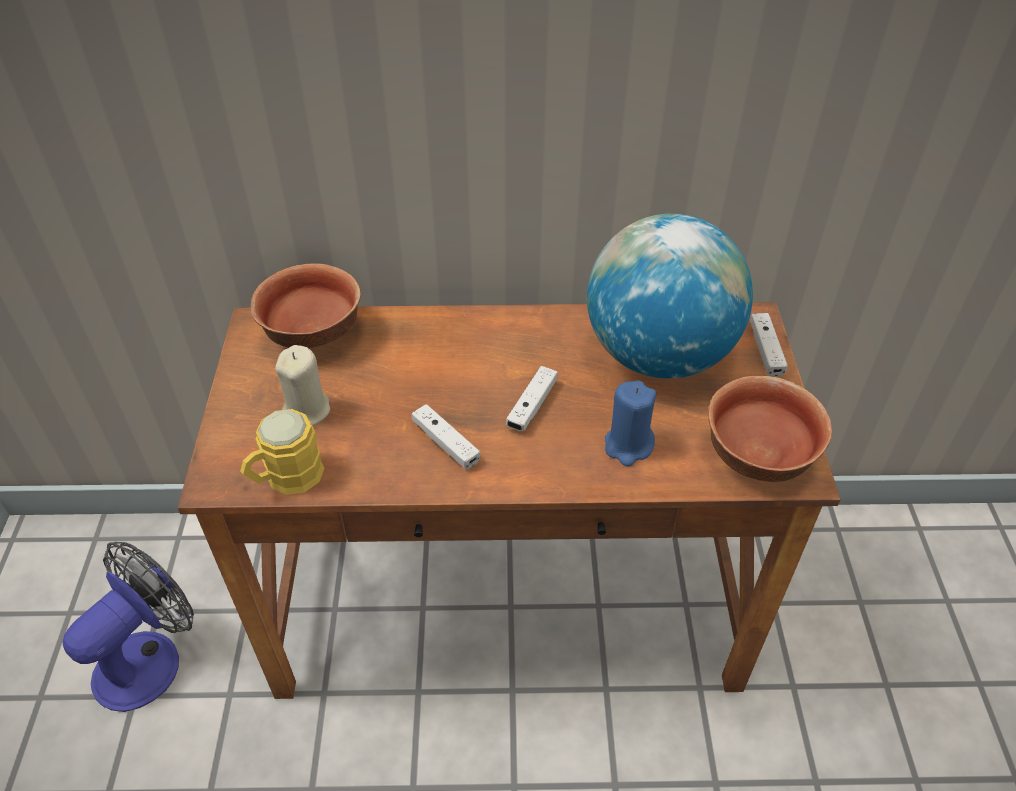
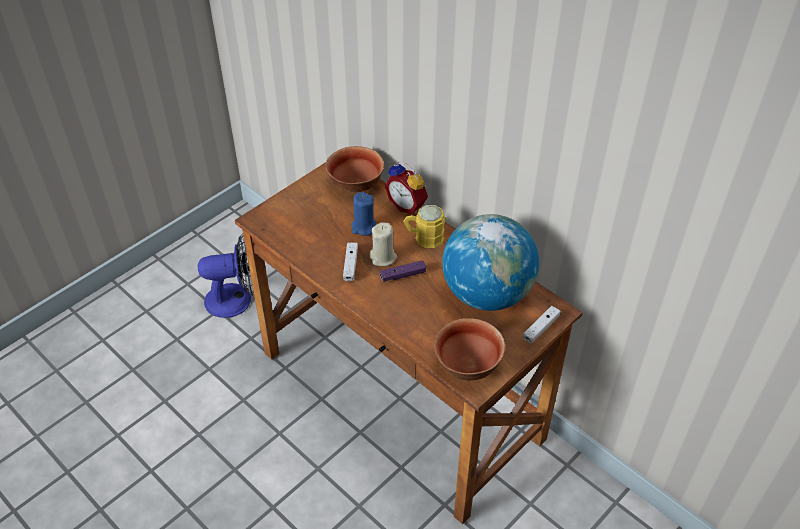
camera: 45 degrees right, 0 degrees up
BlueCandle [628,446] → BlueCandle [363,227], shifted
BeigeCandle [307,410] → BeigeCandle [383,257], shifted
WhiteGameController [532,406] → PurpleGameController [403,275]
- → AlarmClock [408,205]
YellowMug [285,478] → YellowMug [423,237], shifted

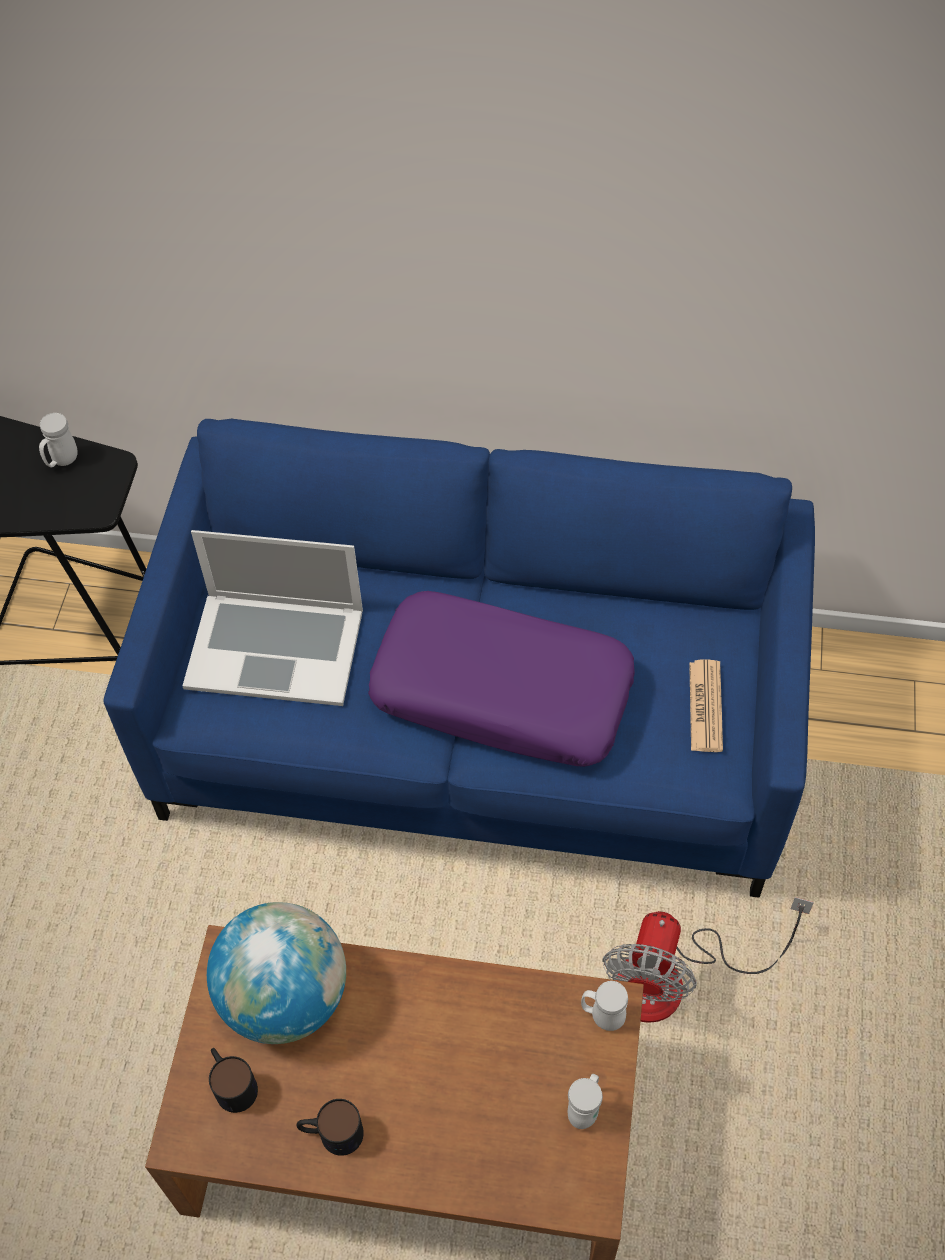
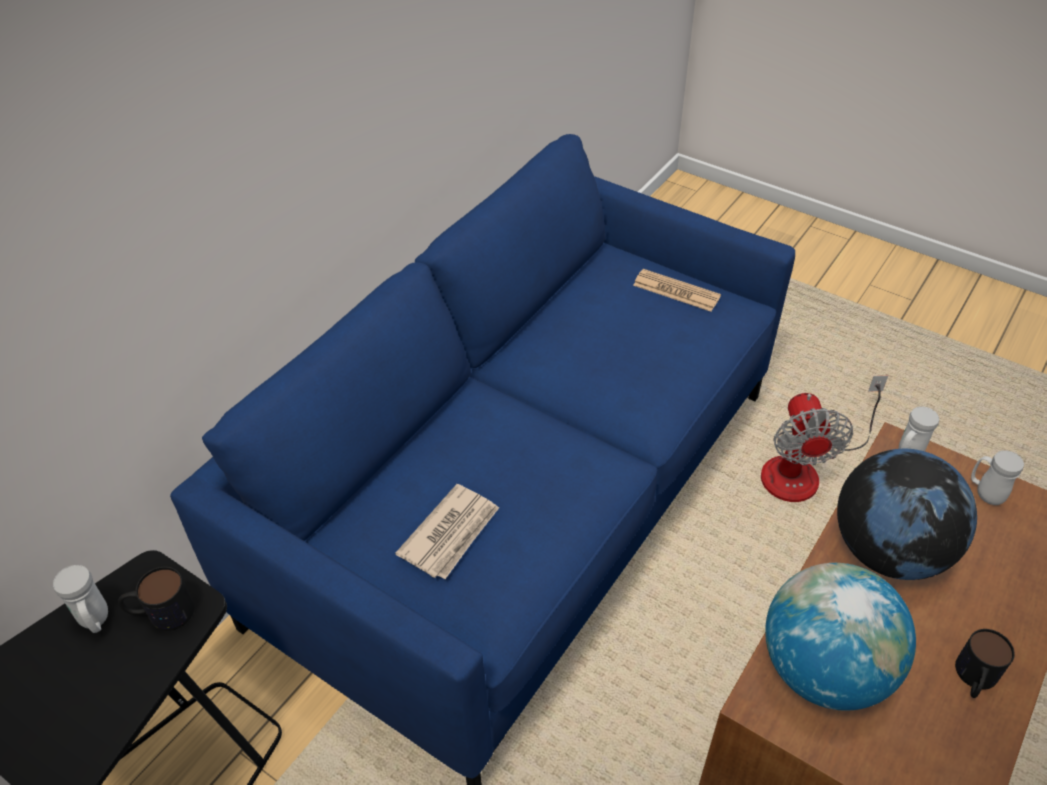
camera: 65 degrees left, 10 degrees down
Mug [231,1083] → Mug [161,613], shifted
Laptop [275,647] → Newspaper [451,534]
Fan [673,979] → Fan [804,469], 45 degrees clockwise
- → Globe [888,551]
PurplePillow [503,692] → -

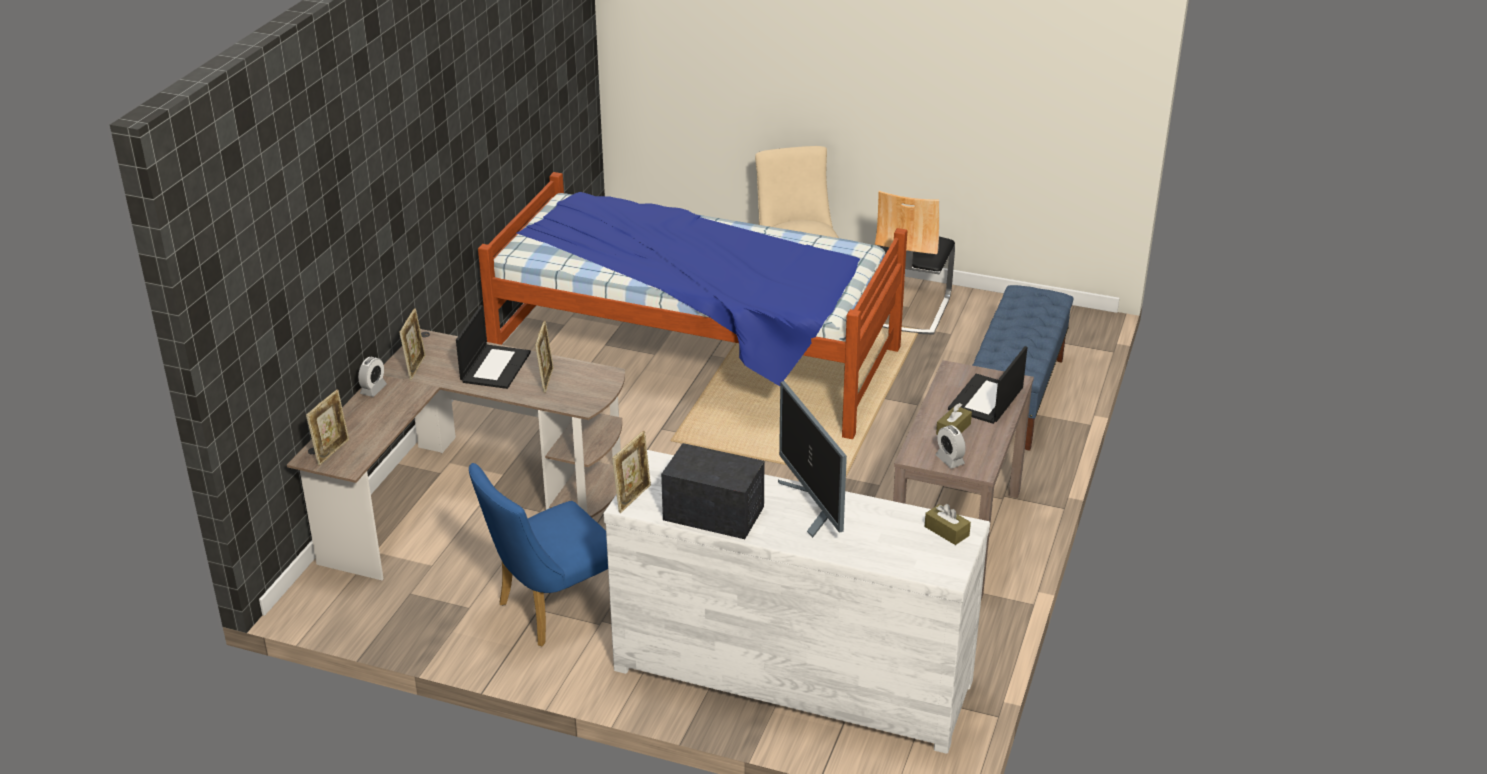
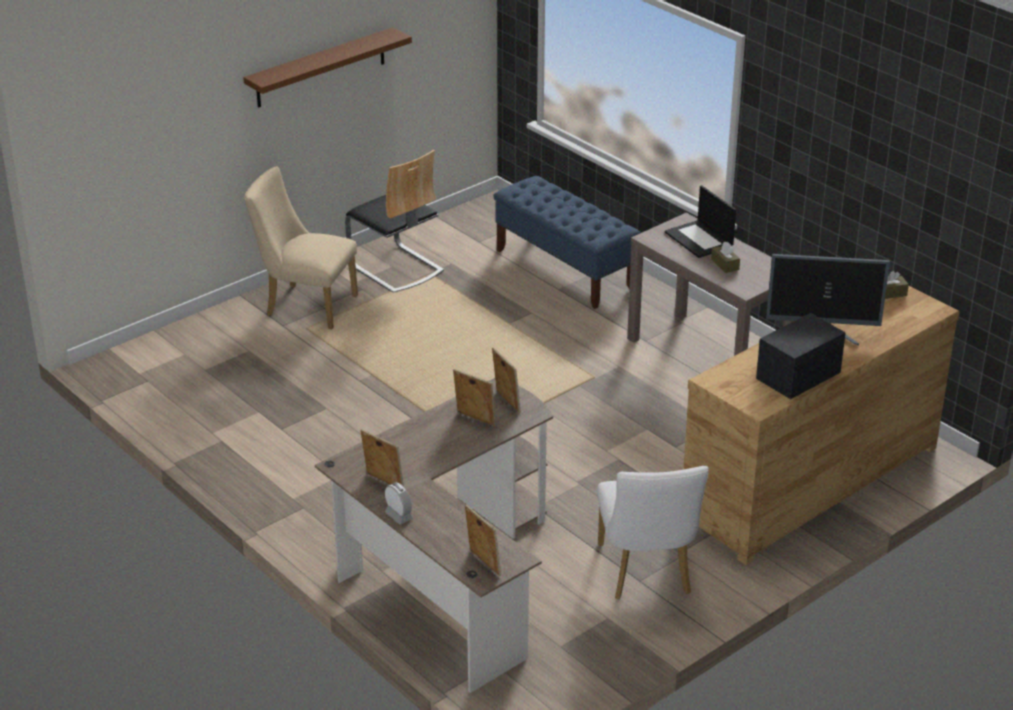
camera: 60 degrees left, 0 degrees up
- → BrownShelf [321,68]
PictureFrame [633,497] → PictureFrame [506,402], shifted
BlueChair [551,610] → WhiteChair [646,574]
WhiteDresser [792,673] → BrownDresser [809,482]
Laptop [495,366] → -
Bed [696,358] → -
AlarmClock [950,460] → -

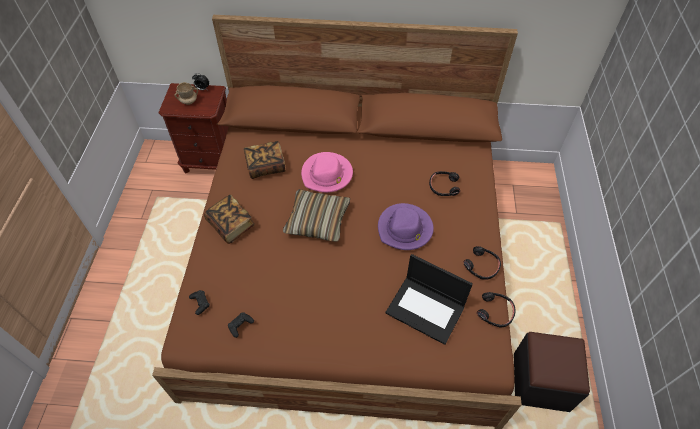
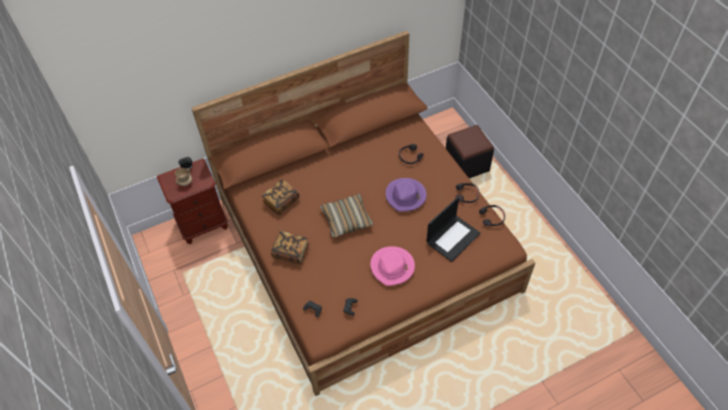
camera: 30 degrees left, 0 degrees up
PinkHat [327,175] → PinkHat [392,267], shifted
Laptop [426,309] → Laptop [453,237], 45 degrees counterclockwise
BlackOttoman [541,381] → BlackOttoman [466,164], shifted

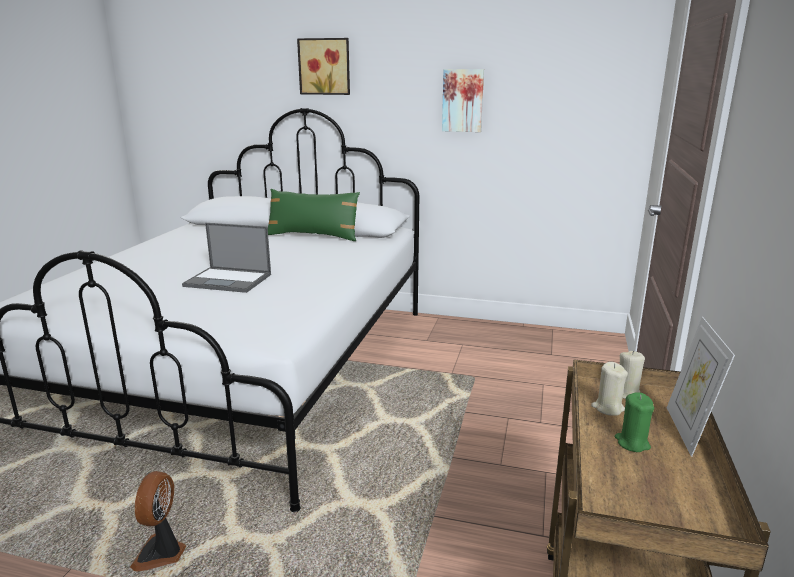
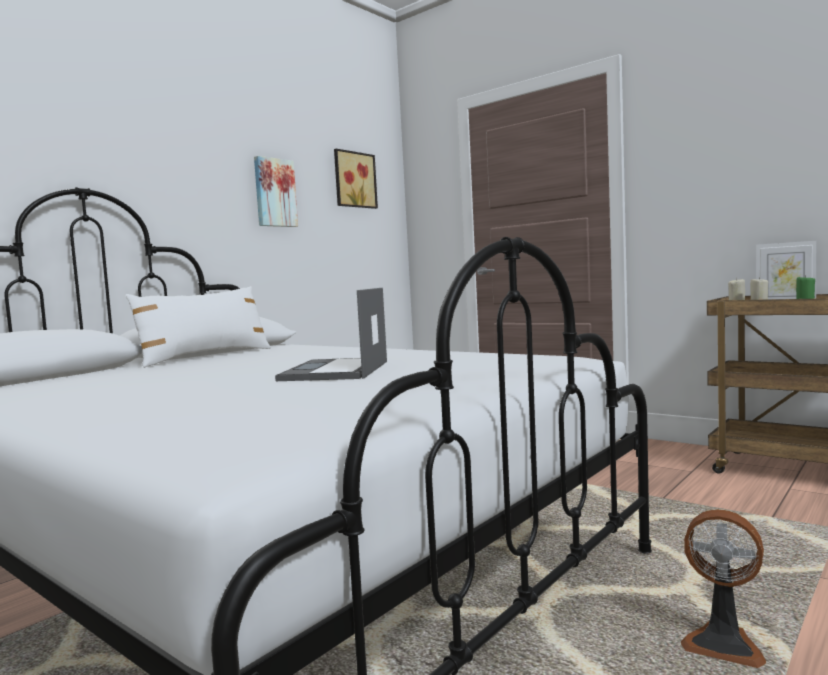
camera: 65 degrees left, 15 degrees down
GreenPillow [313,236] → WhitePillow [205,356]
Laptop [229,280] → Laptop [336,371], 150 degrees clockwise
Picture [325,66] → Picture [353,180], shifted

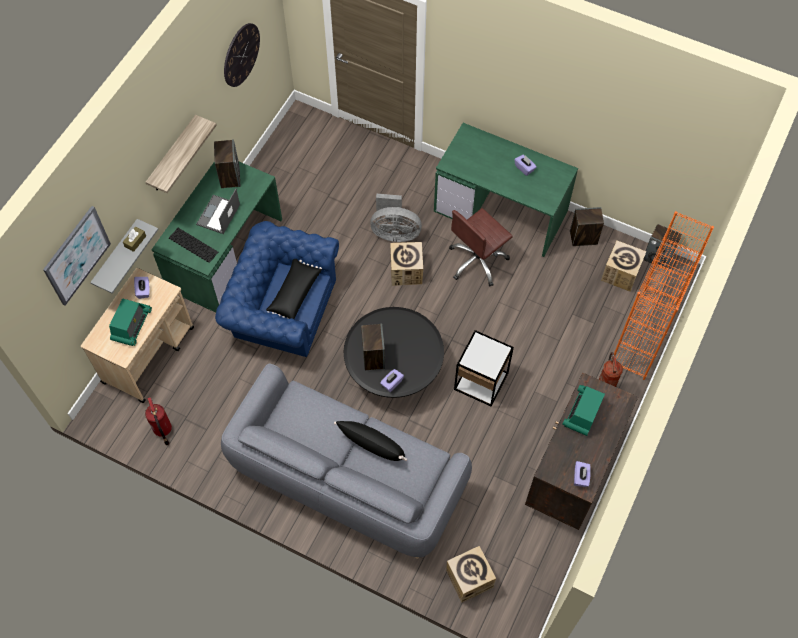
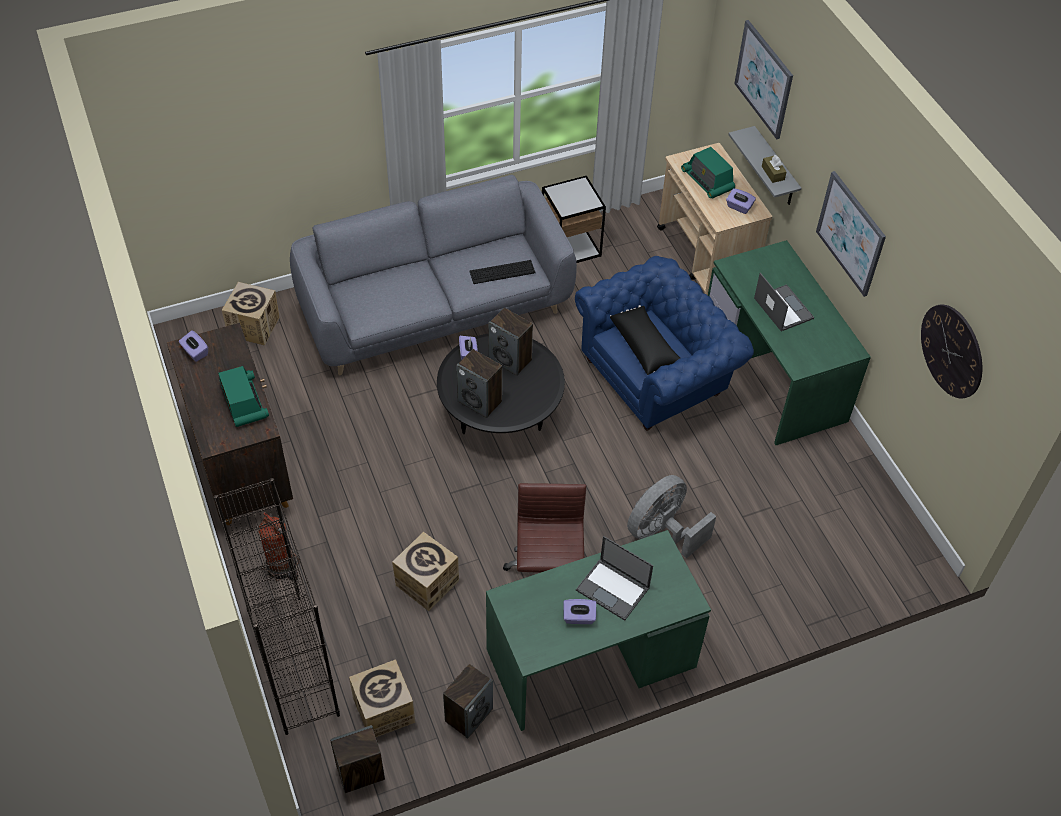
camera: 130 degrees right, 10 degrees down
OrangeBookcase [644,334] → BlackBookcase [292,663]
CardboardBox [406,271] → CardboardBox [427,583], shifted
Speaker [230,176] → Speaker [480,401], shifted
Keyboard [193,245] → Keyboard [502,272], shifted
SideTable [481,381] → SideTable [570,246], shifted
- → Laptop [613,589]
Shelf [173,155] → Picture [851,233]
FireExtinguisher [163,430] → -
BlackPillow [372,445] → -

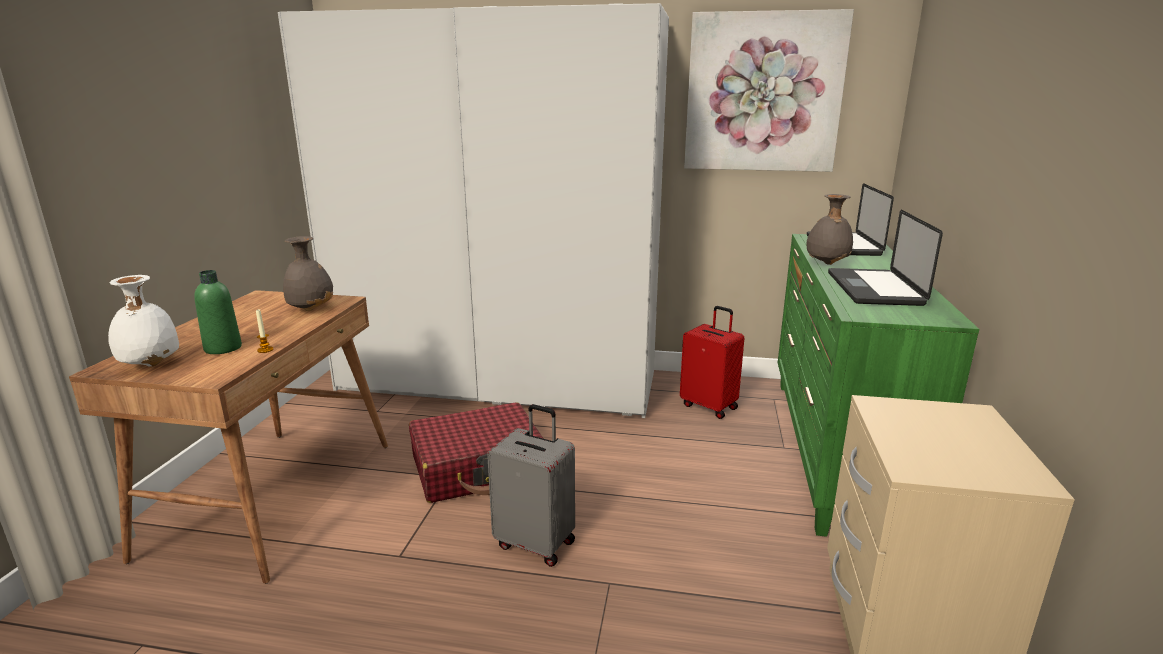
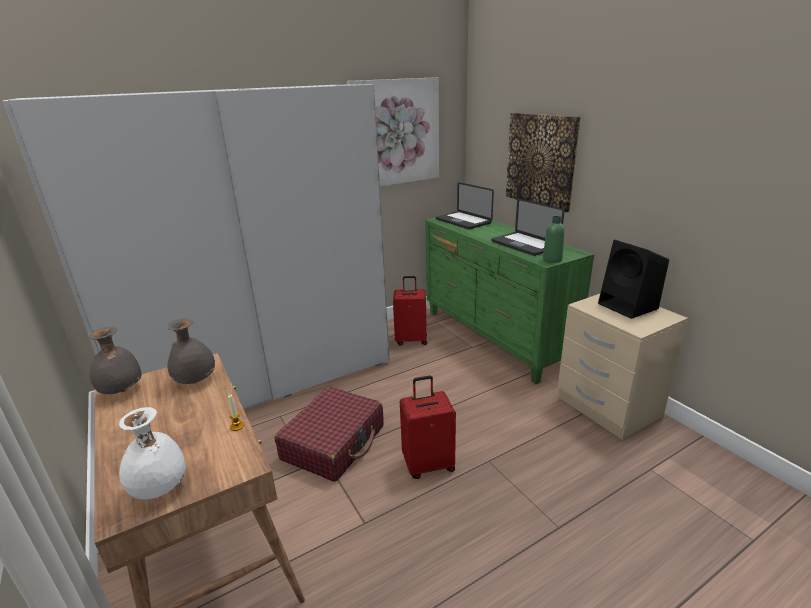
camera: 40 degrees left, 5 degrees up
GreyVase [826,264] → GreyVase [121,391], shifted
GreySuitcase [536,543] → RedSuitcase [428,464]
- → Picture [541,160]
GreenBottle [223,348] → GreenBottle [552,259], shifted
- → BlackSpeaker [629,306]

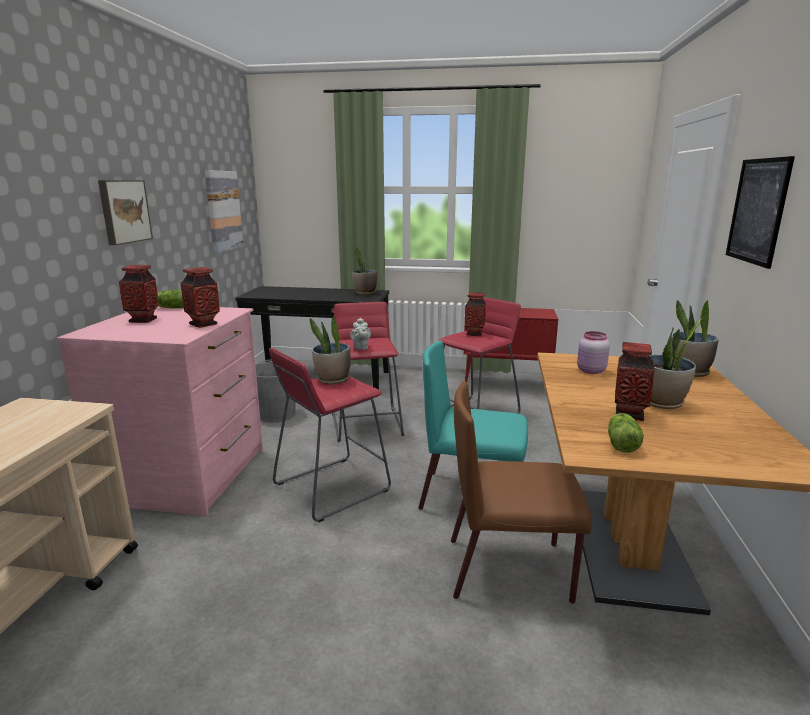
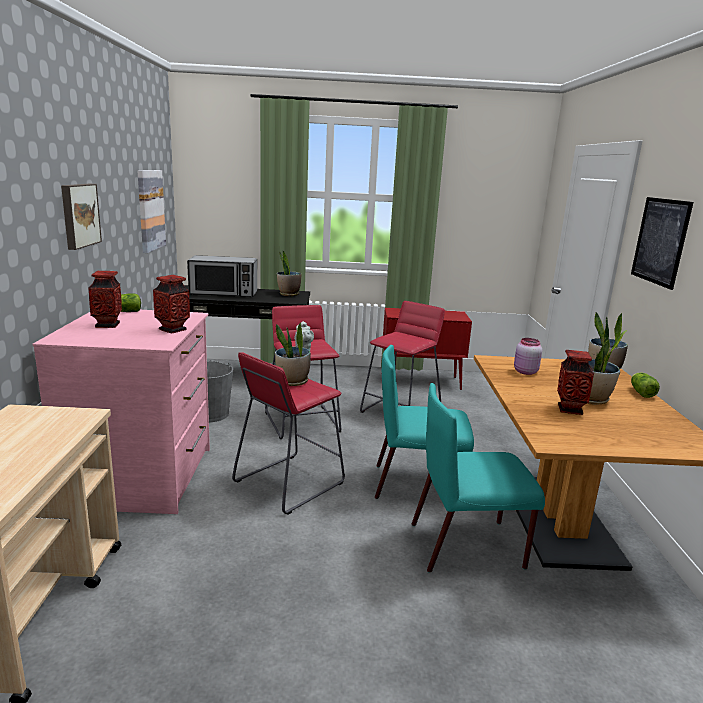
camera: 10 degrees left, 0 degrees up
- → Microwave [223,293]
BrownChair [510,569] → TurquoiseChair [468,545]
Lettuce [621,443] → Lettuce [641,392], shifted
Vase [474,334] → -

